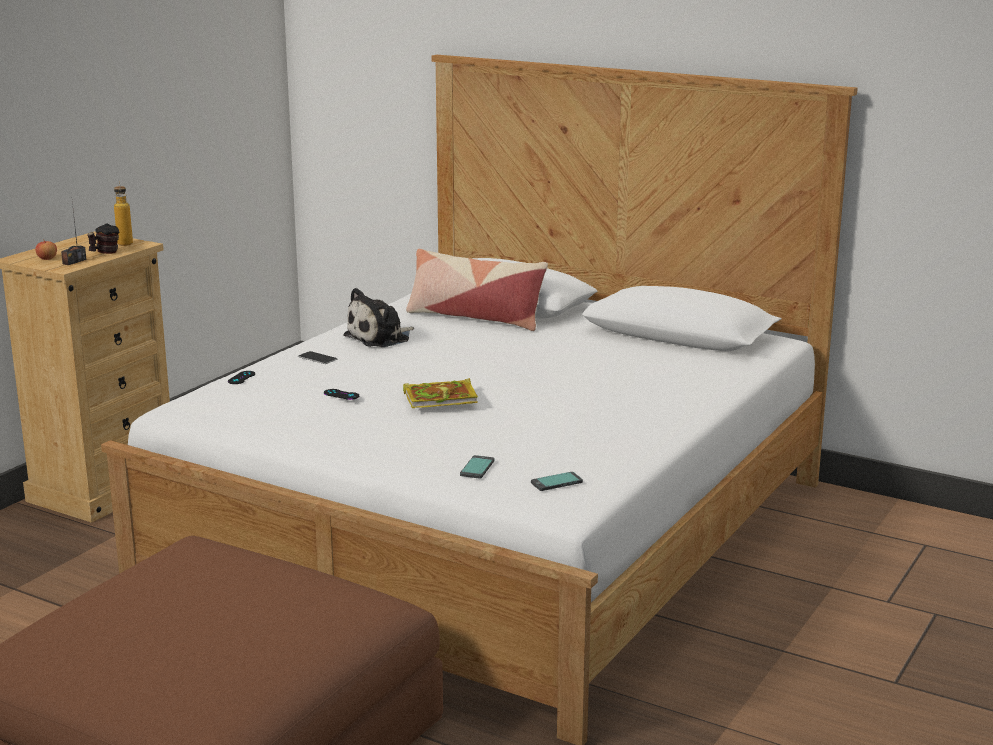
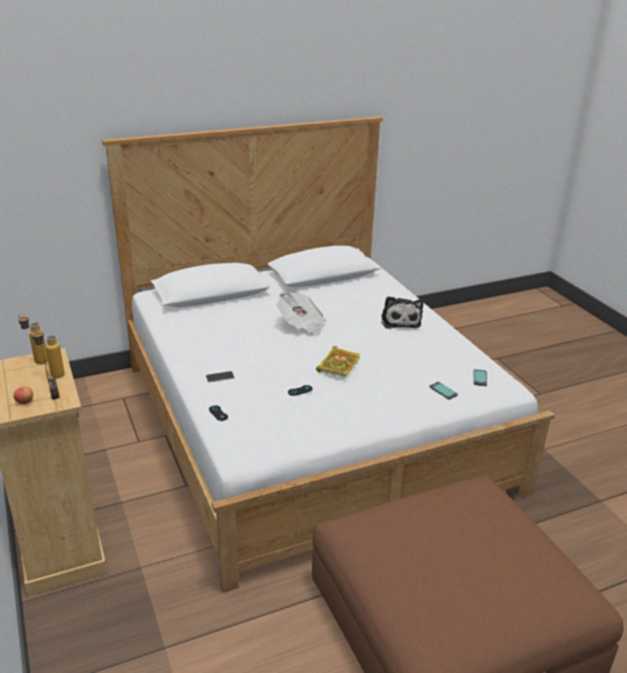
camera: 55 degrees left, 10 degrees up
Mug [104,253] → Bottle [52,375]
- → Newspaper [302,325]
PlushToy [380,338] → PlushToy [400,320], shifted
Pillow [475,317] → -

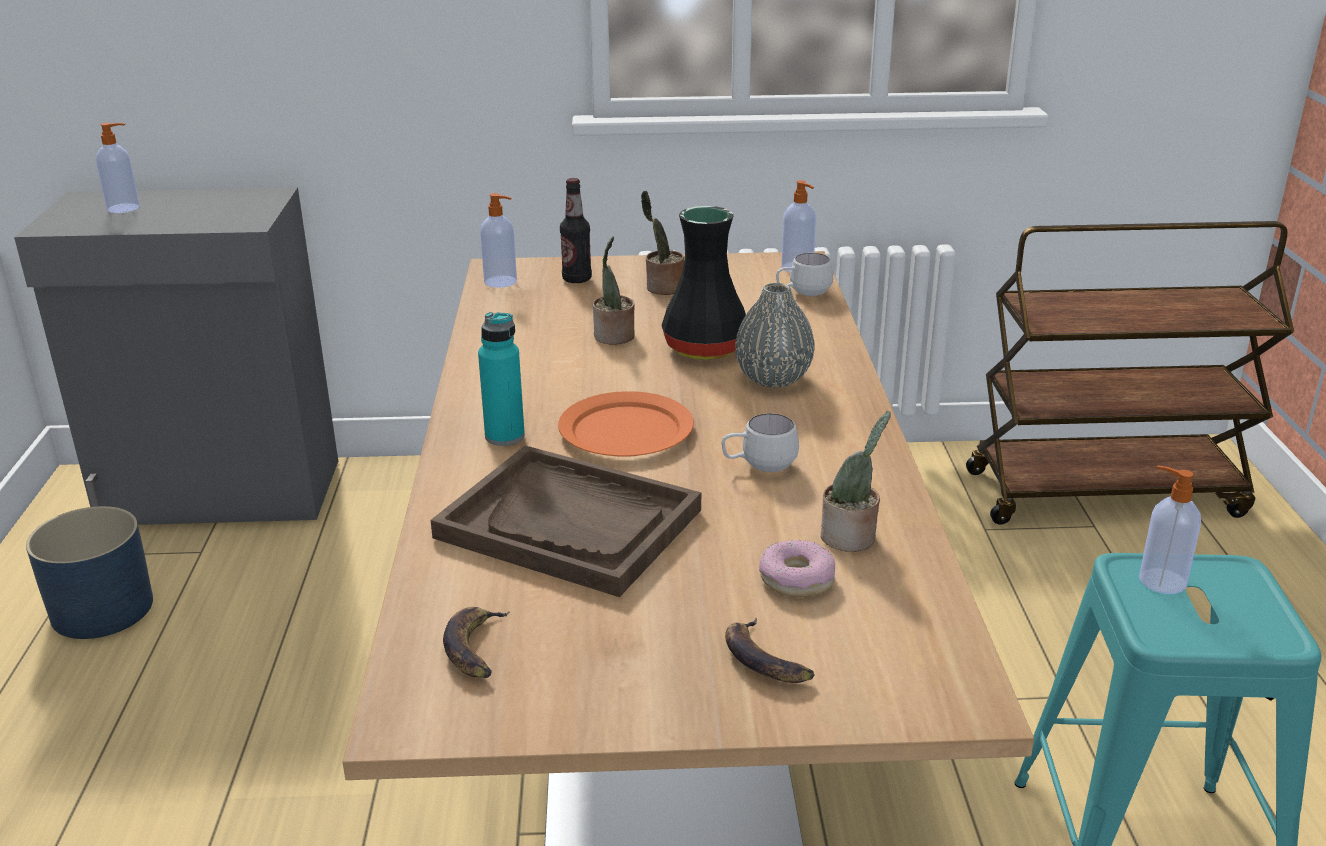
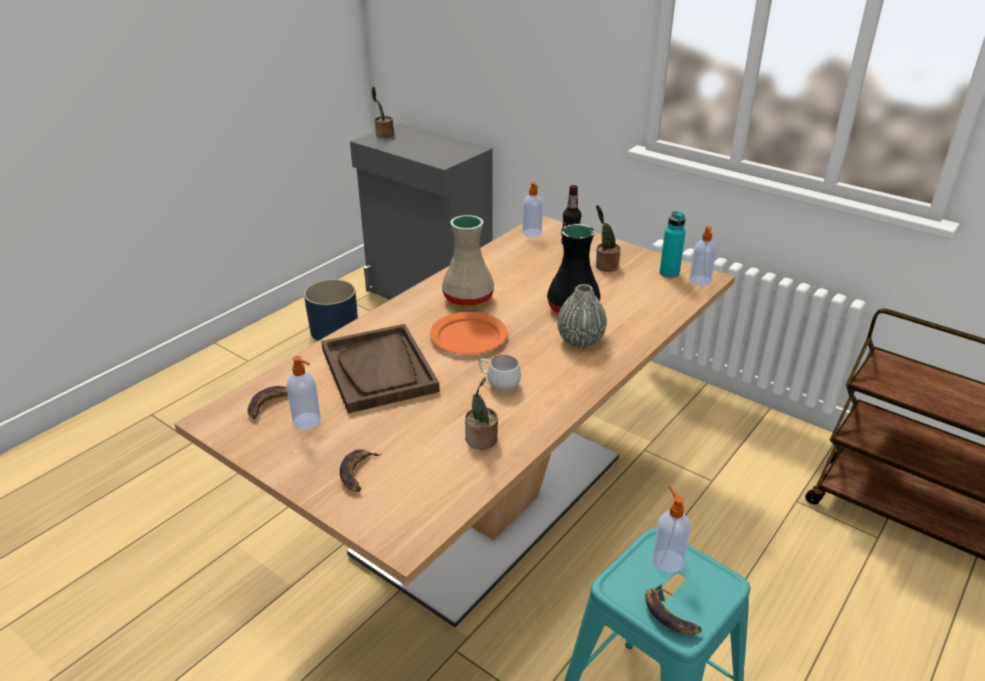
camera: 40 degrees right, 5 degrees up
SoapDispenser [125,208] → SoapDispenser [307,421], shifted
PottedPlant [614,337] → PottedPlant [383,135], shifted
- → BeigeVase [469,299]
- → Banana [670,615]
TurquoiseBottle [504,436] → TurquoiseBottle [669,273], shifted
Donut [797,579] → -
WhiteMug [803,294] → -

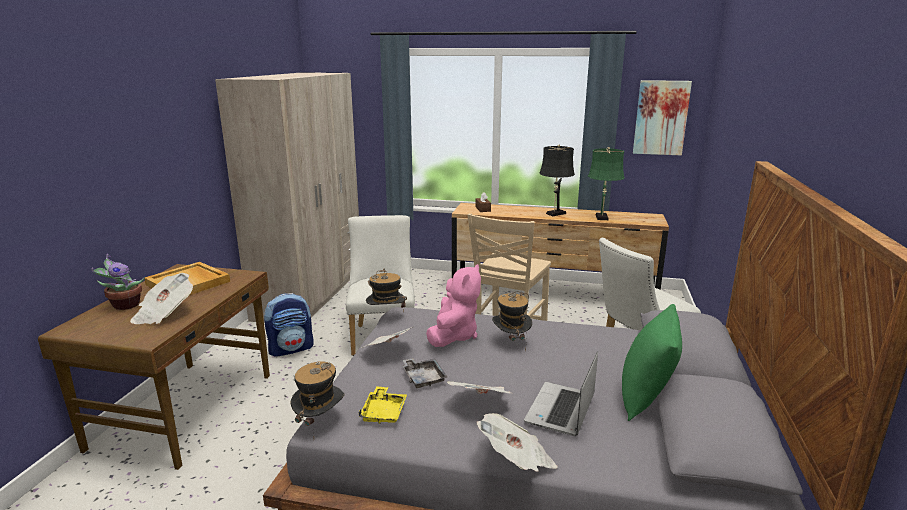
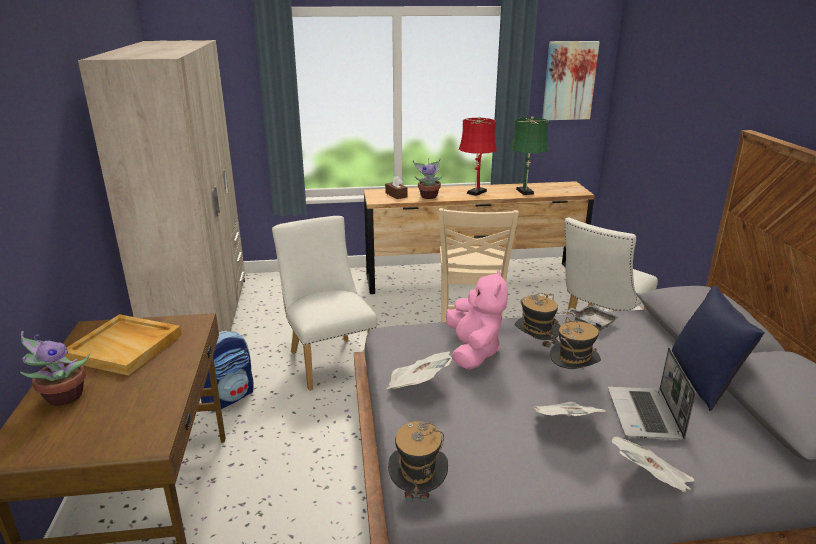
camera: 20 degrees left, 5 degrees up
- → PottedPlant [429,196]
BlackTableLamp [554,214] → RedTableLamp [475,193]
Hat [386,317] → Hat [572,378], shifted
GreyTray [423,378] → GreyTray [592,322], shifted
GreenPillow [646,398] → BluePillow [702,383]
Newspaper [164,314] → -
YellowTray [384,412] → -

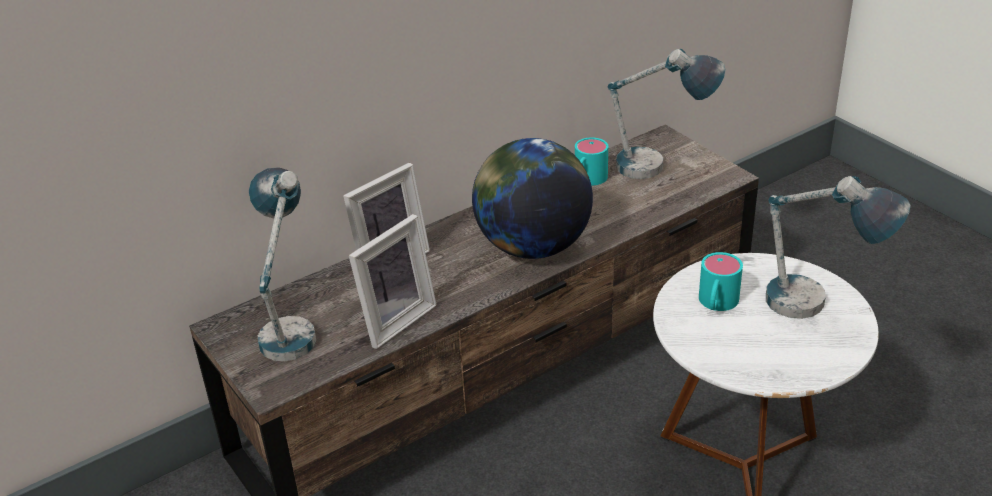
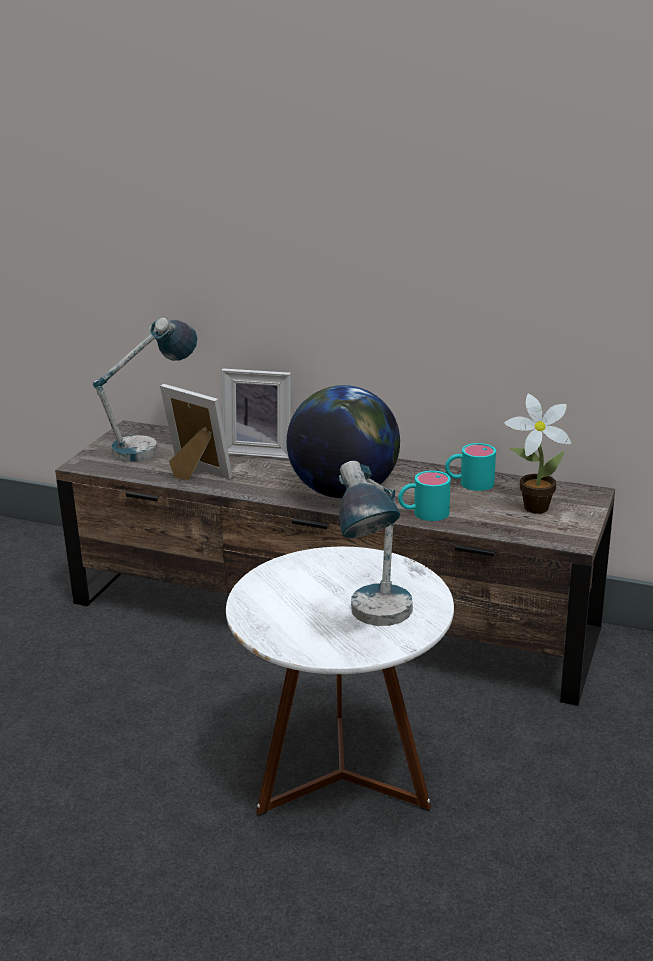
camera: 55 degrees right, 10 degrees down
PictureFrame [393,320] → PictureFrame [194,474], 150 degrees counterclockwise
TurquoiseMug [716,304] → TurquoiseMug [423,513], shifted
TableLamp [659,170] → PottedPlant [531,507]

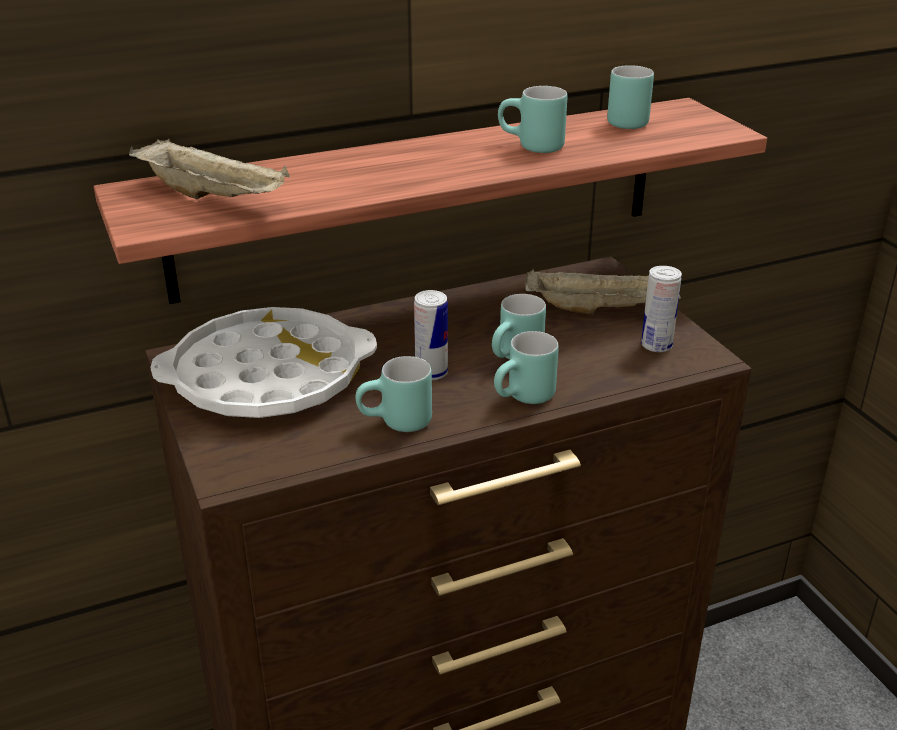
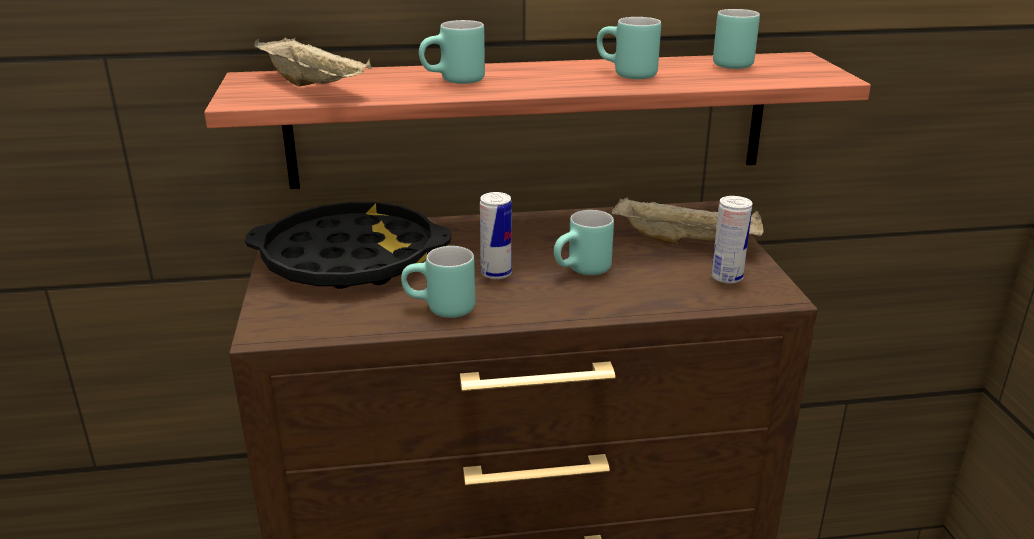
camera: 15 degrees right, 5 degrees down
WhiteTray [268,377] → BlackTray [350,259]
TurquoiseMug [525,399] → TurquoiseMug [454,82], shifted

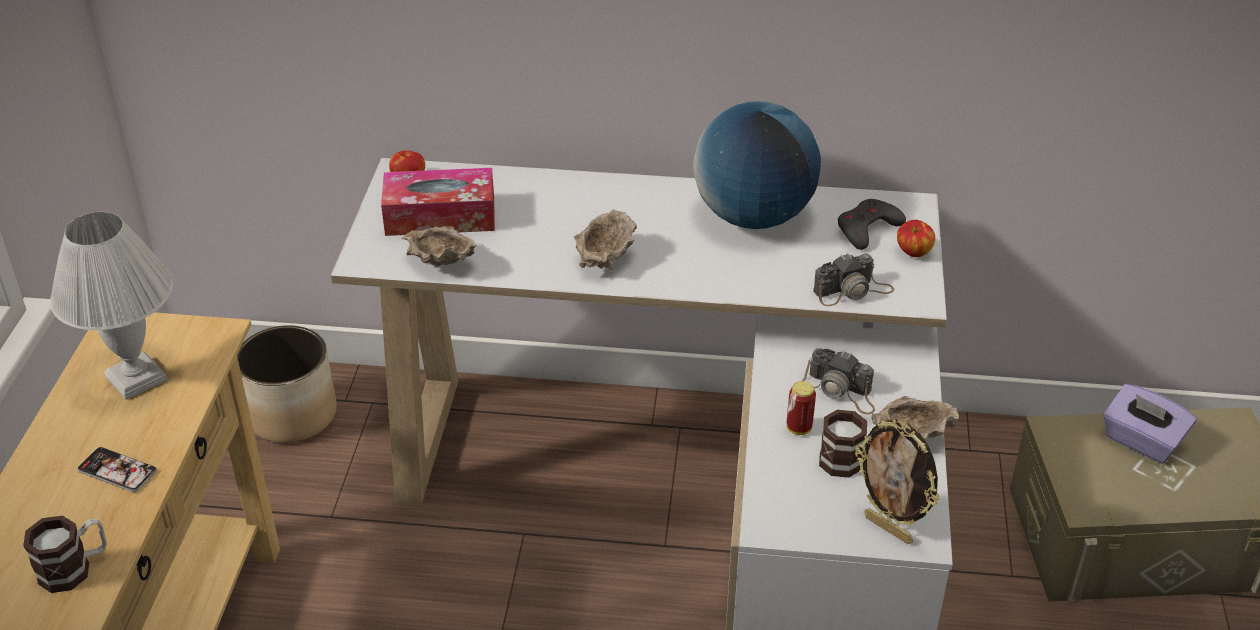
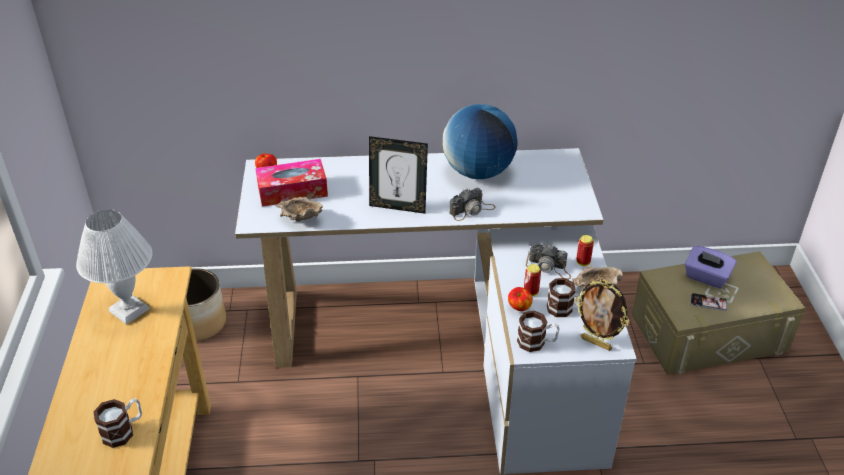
camera: 10 degrees left, 0 degrees up
BeigeBowl [604,260] → PictureFrame [398,206]
PhotoCamera [853,291] → PhotoCamera [472,210], shifted
Apple [913,253] → Apple [519,307], shifted
- → Mug [537,342]
- → Can [583,262]
Phone [117,471] → Phone [708,302], shifted
GreyGameController [867,229] → -

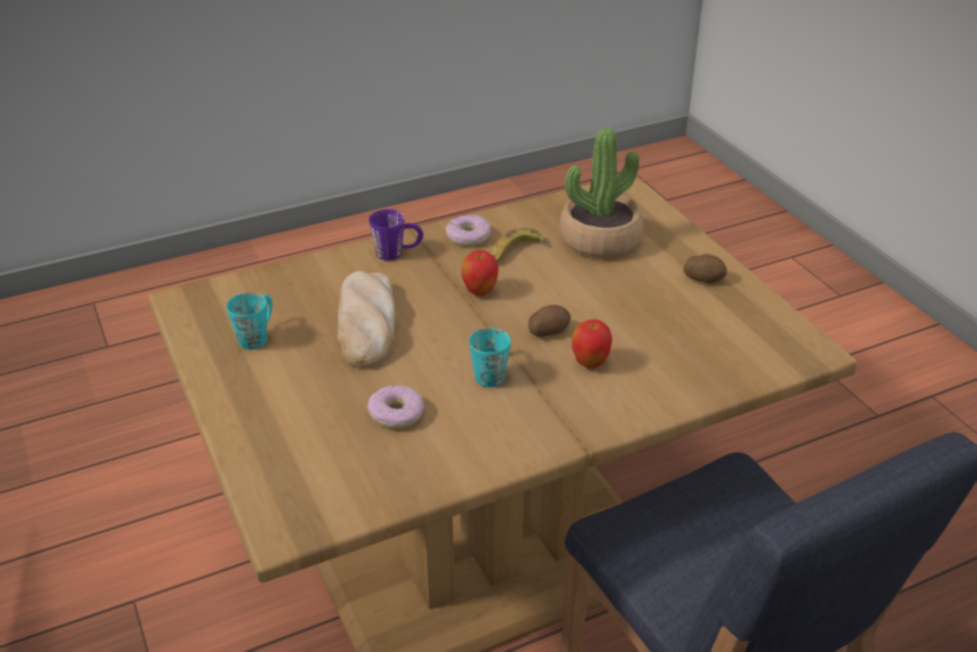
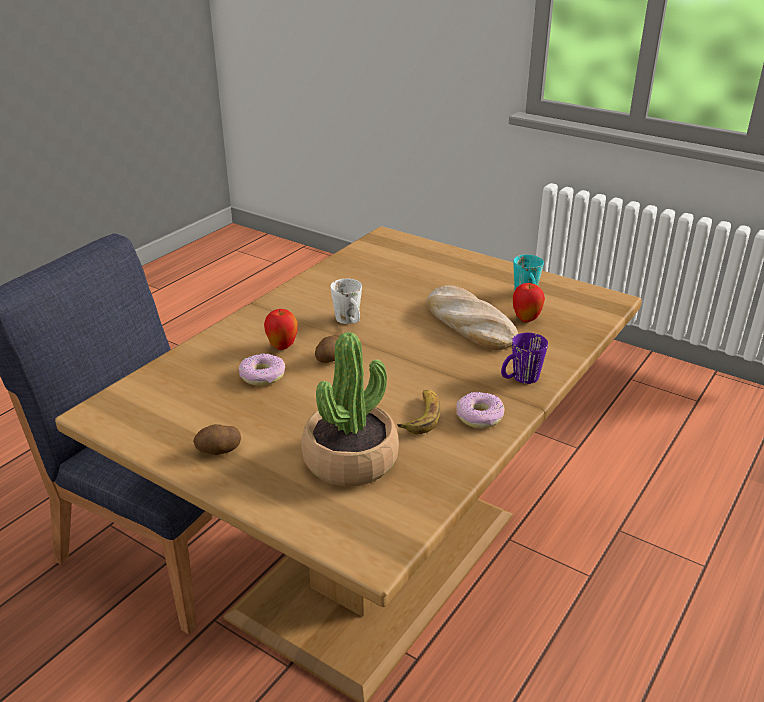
camera: 150 degrees right, 5 degrees down
Donut [396,413] → Donut [262,376], shifted
TurquoiseMug [490,371] → WhiteMug [350,322]
Apple [479,292] → Apple [526,319], shifted

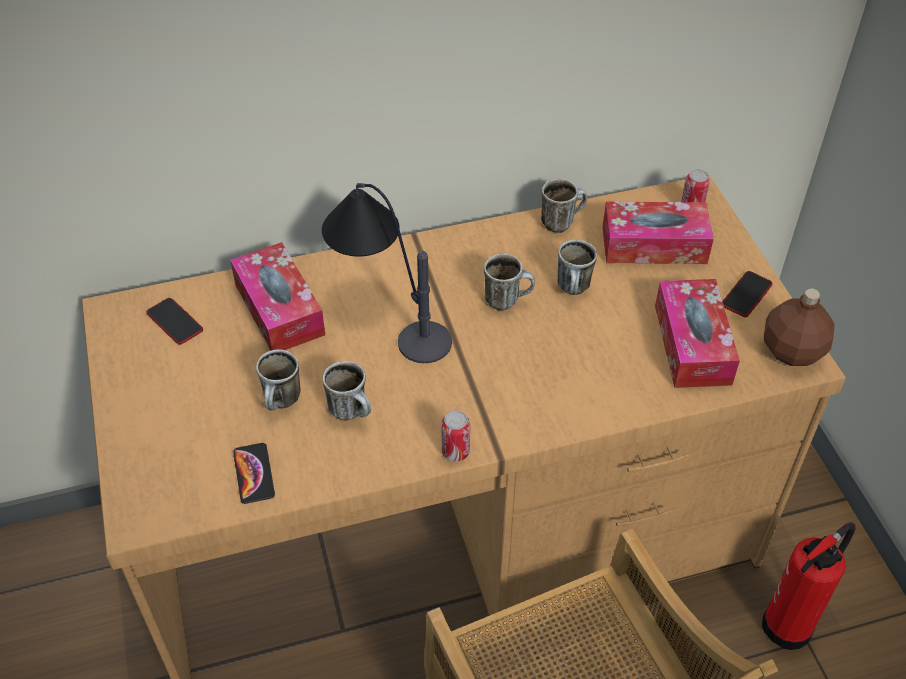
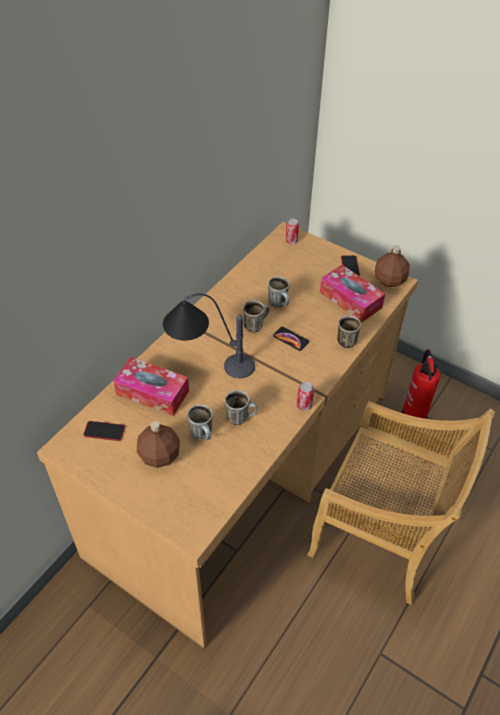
camera: 40 degrees left, 0 degrees up
- → BrownBottle [159,455]
Phone [254,474] → Phone [290,339], shifted
Mug [561,221] → Mug [347,339], shifted
TissueBox [654,245] → -

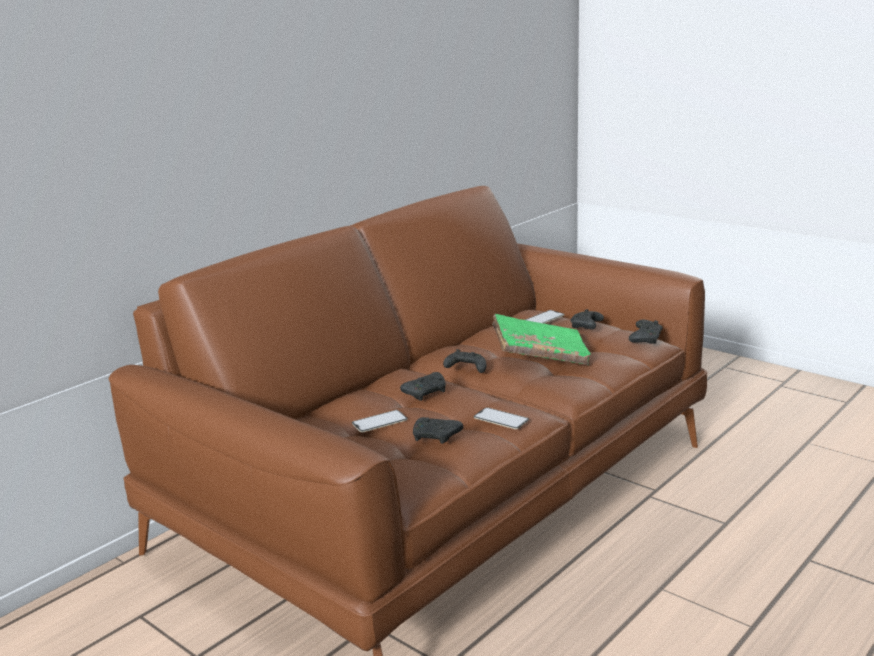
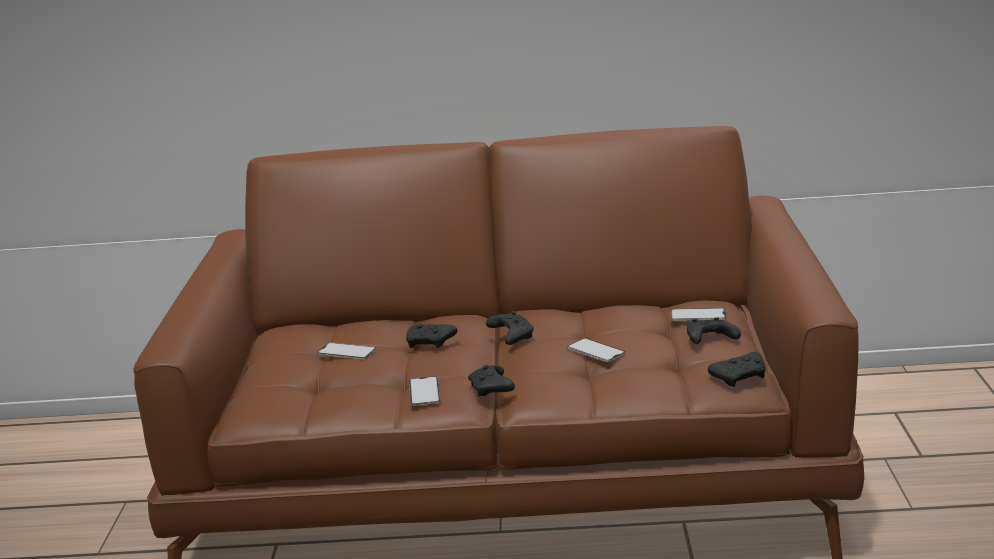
camera: 50 degrees right, 0 degrees up
BlackGameController [436,437] → BlackGameController [491,390], shifted
GreenBook [540,355] → Phone [596,351]

